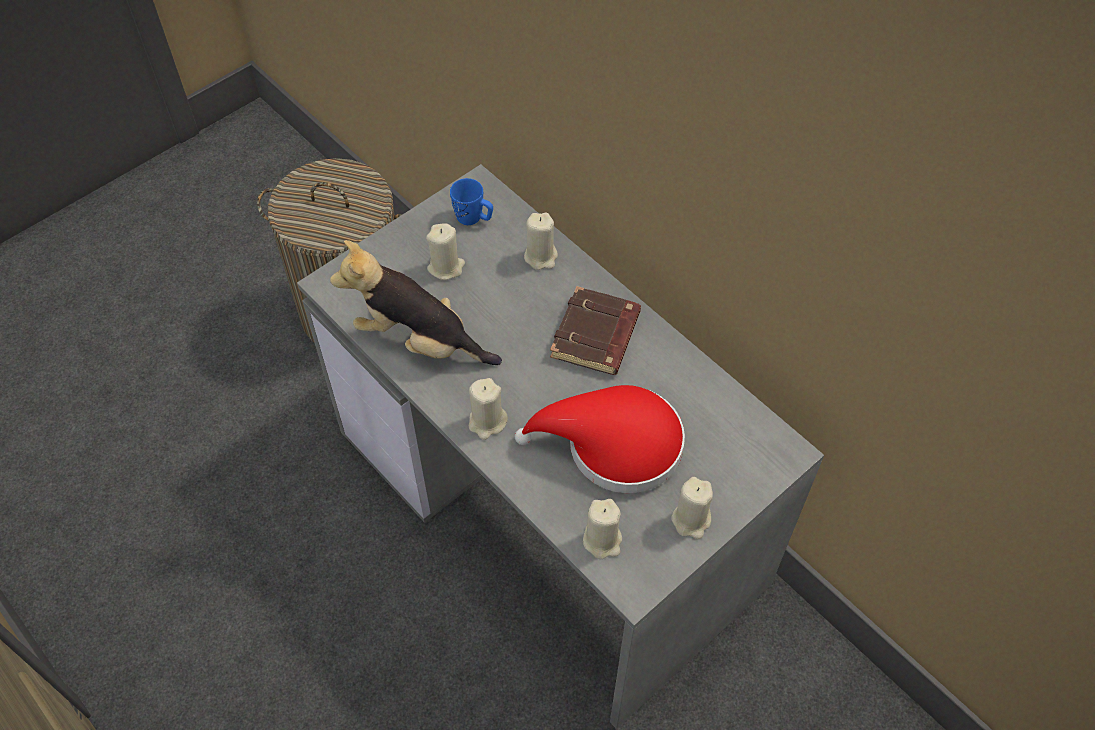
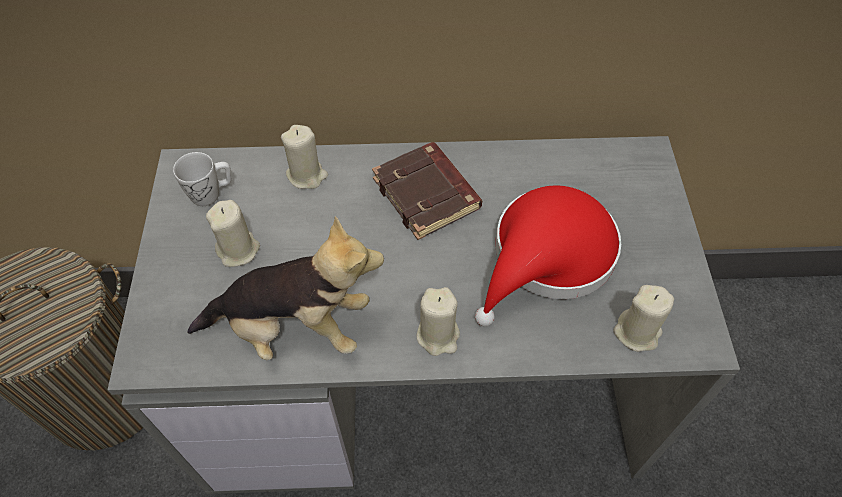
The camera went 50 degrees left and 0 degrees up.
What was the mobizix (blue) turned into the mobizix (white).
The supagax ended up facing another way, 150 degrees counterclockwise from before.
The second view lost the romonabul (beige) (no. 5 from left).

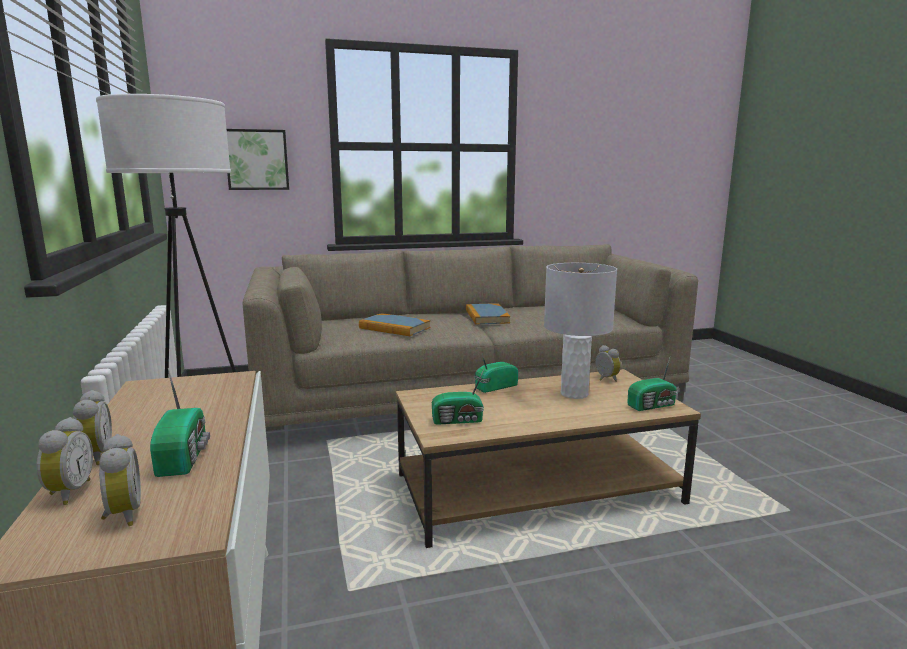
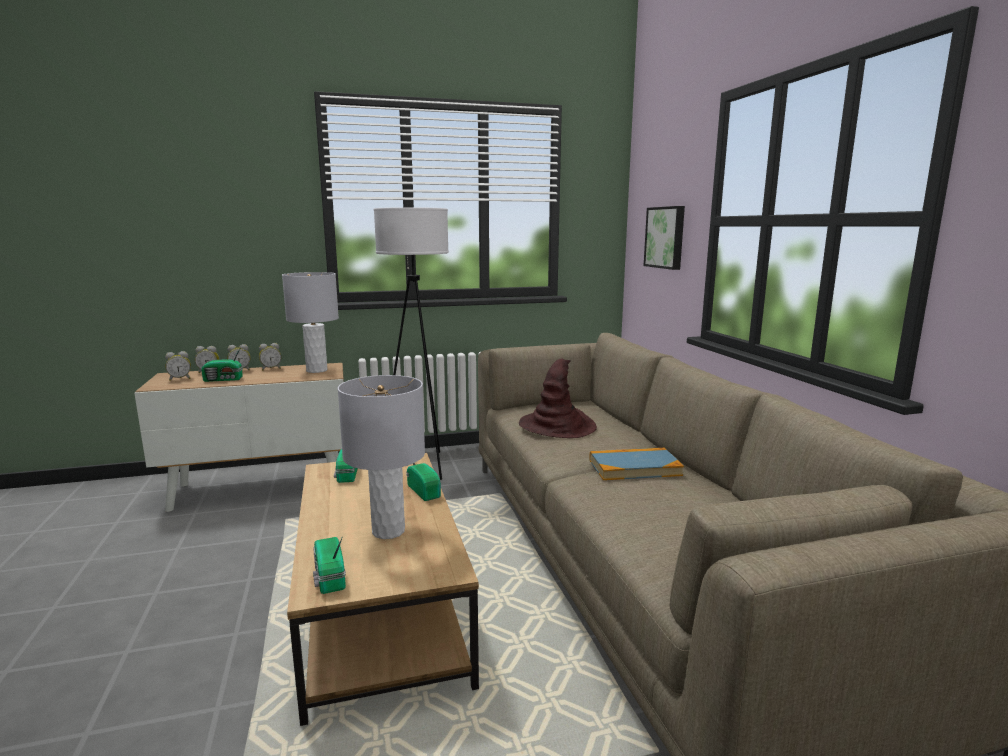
The camera went 90 degrees right and 0 degrees up.
Where the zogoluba (no. 1 from left) stood, the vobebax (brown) came to stand.
The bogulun (no. 4 from left) ended up elsewhere.
The second view gained the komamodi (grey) (no. 1 from left).

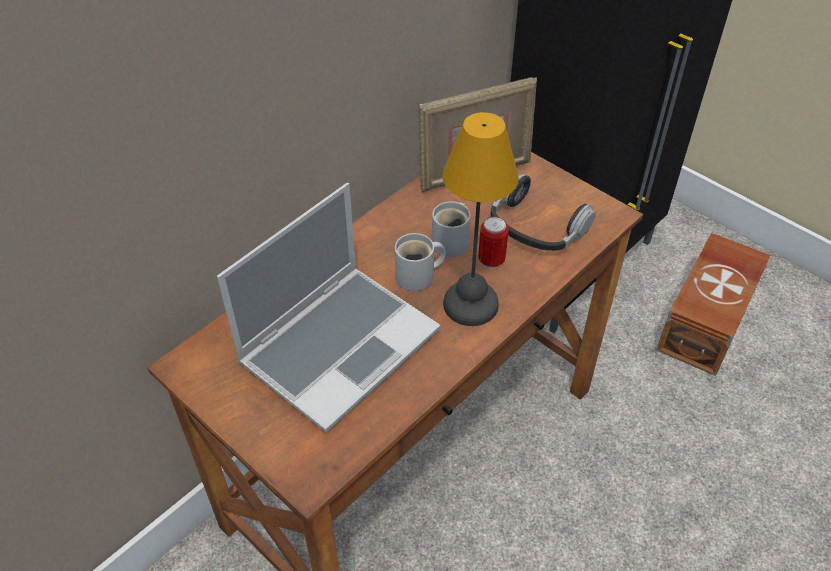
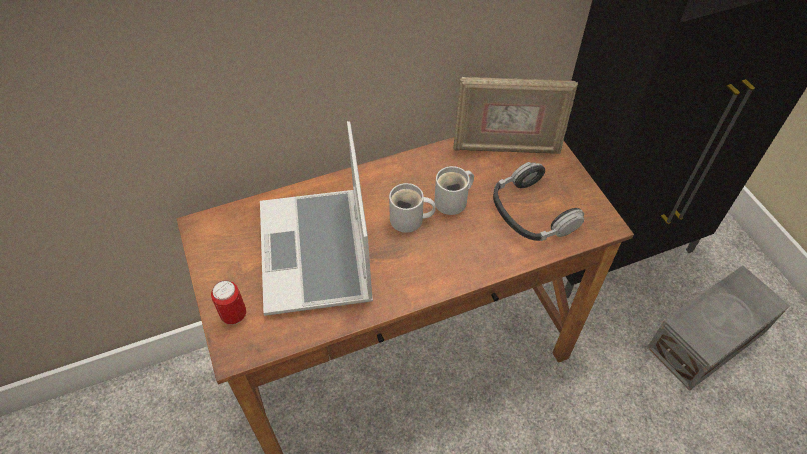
The camera went 25 degrees right and 5 degrees up.
The second view lost the komamodi.
The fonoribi ended up facing another way, 105 degrees clockwise from before.
The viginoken ended up elsewhere.
What was the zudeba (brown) turned into the zudeba (grey).

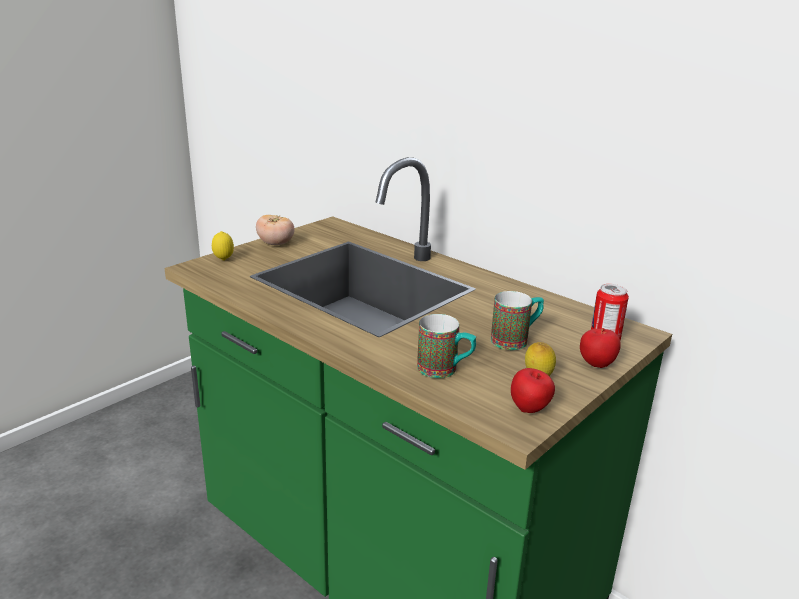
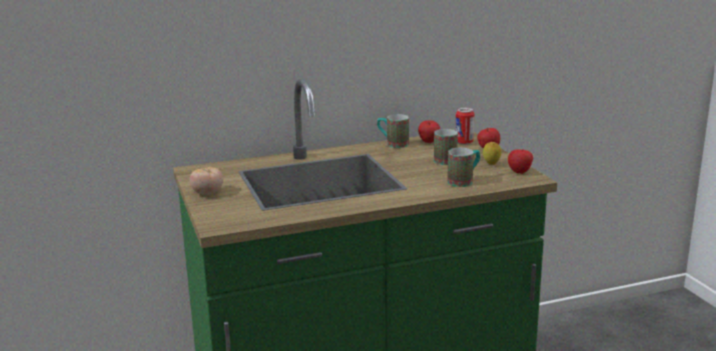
The camera went 60 degrees left and 5 degrees down.
The second view lost the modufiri (no. 1 from left).
The second view gained the mobizix (no. 1 from left).
The second view gained the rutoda (no. 1 from left).

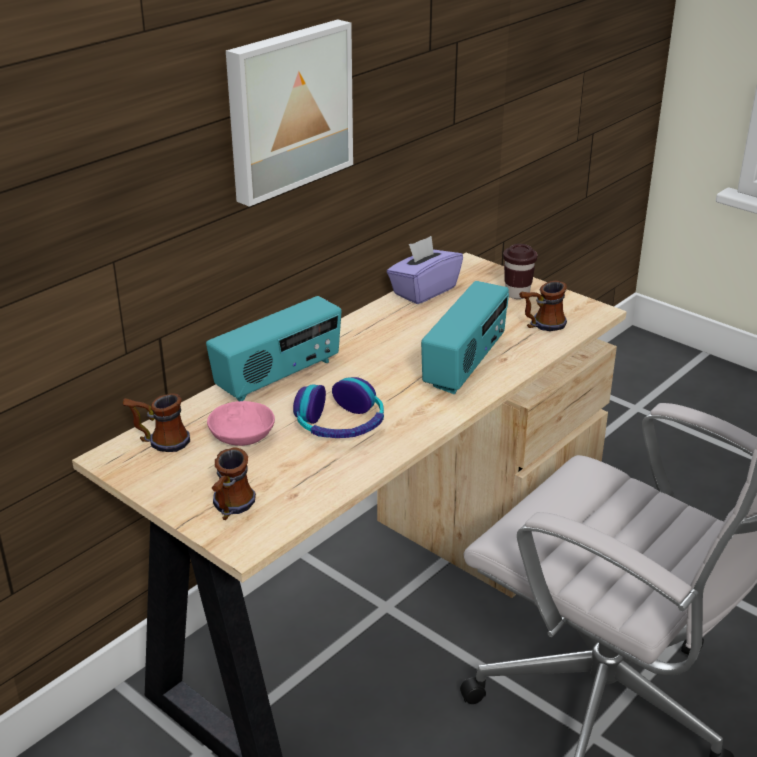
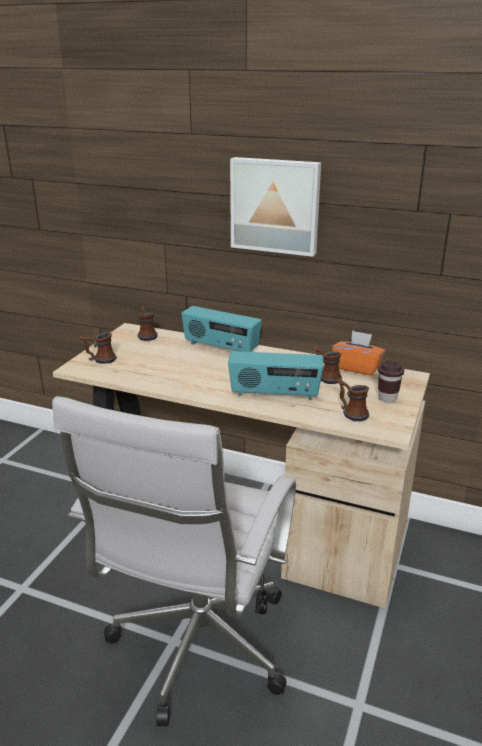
The camera went 70 degrees right and 5 degrees down.
What was the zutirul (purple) turned into the zutirul (orange).
The second view lost the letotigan.
The second view lost the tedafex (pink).
The second view gained the mobizix (no. 3 from left).

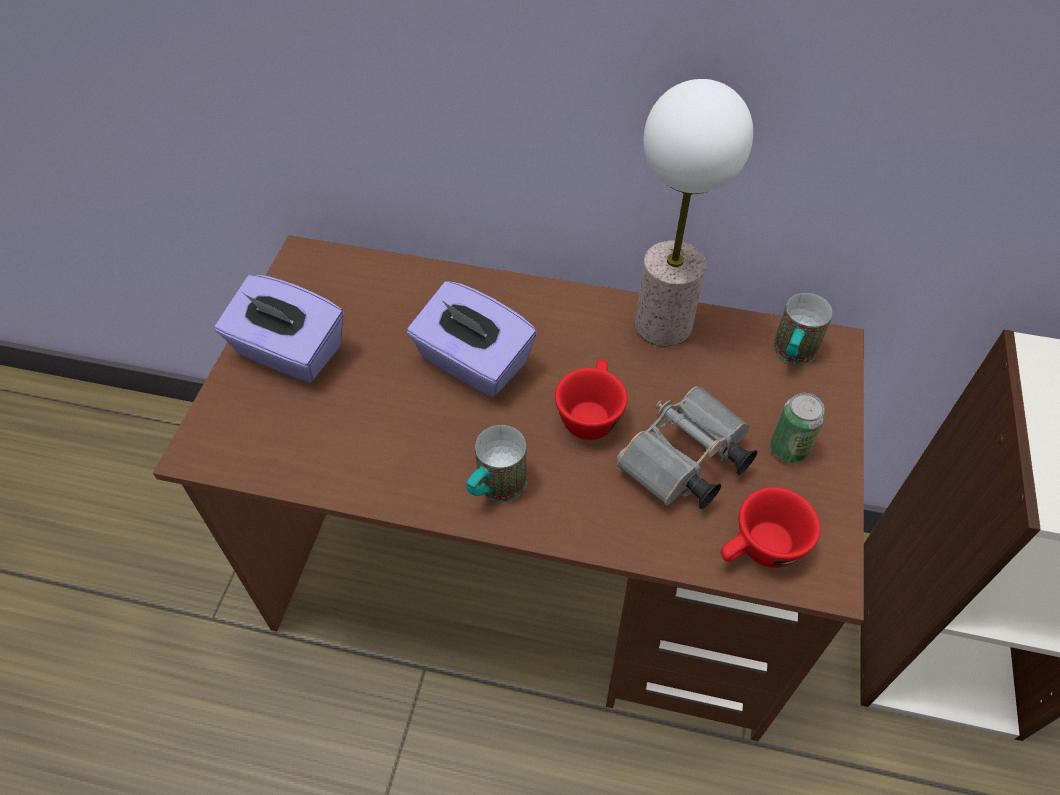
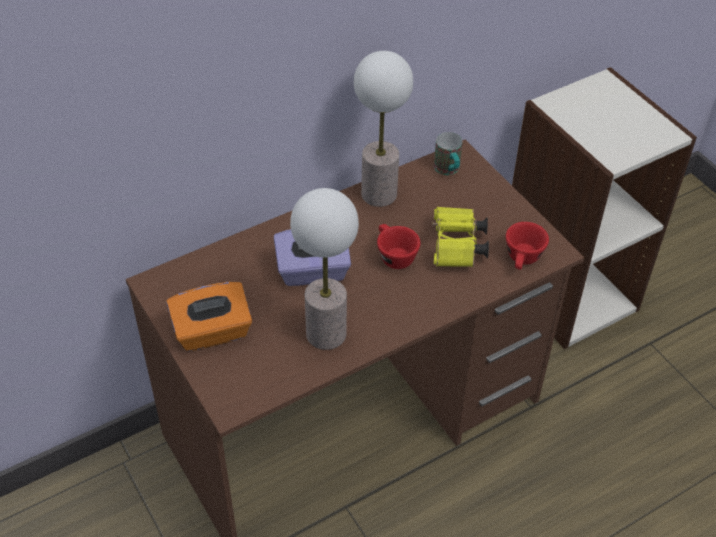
The camera went 45 degrees left and 5 degrees down.
What was the zutirul (purple) (no. 1 from left) turned into the zutirul (orange).
What was the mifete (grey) turned into the mifete (yellow).
The second view lost the viginoken.
The second view lost the mobizix (no. 1 from left).
The second view gained the komamodi (no. 1 from left).

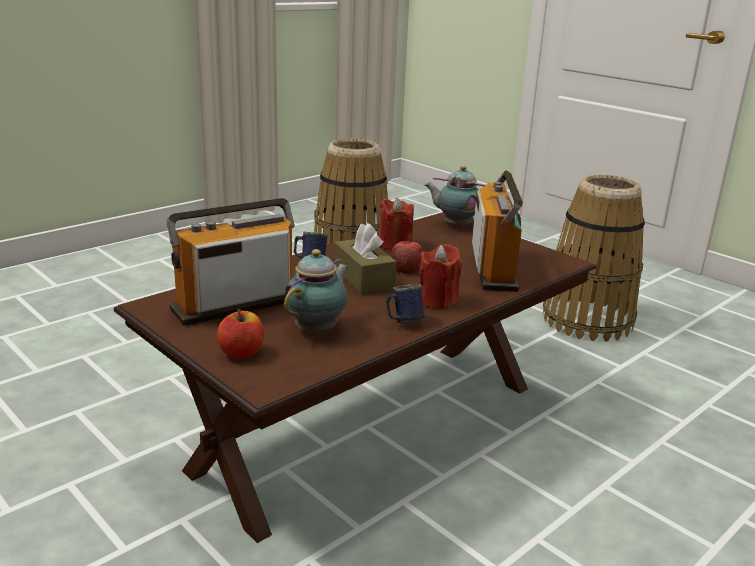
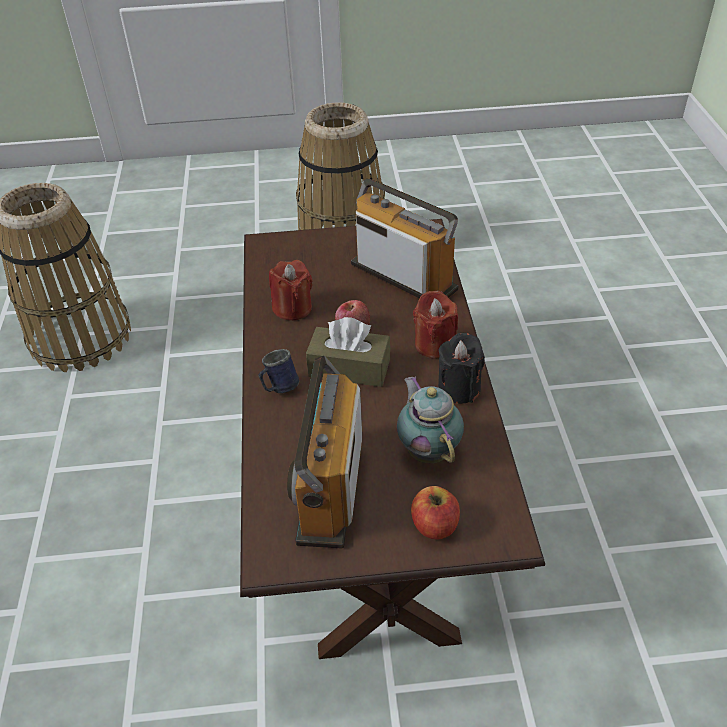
The camera went 50 degrees left and 20 degrees up.
The second view lost the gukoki (no. 2 from left).
Where the mobizix (blue) (no. 2 from left) stood, the romonabul (black) came to stand.

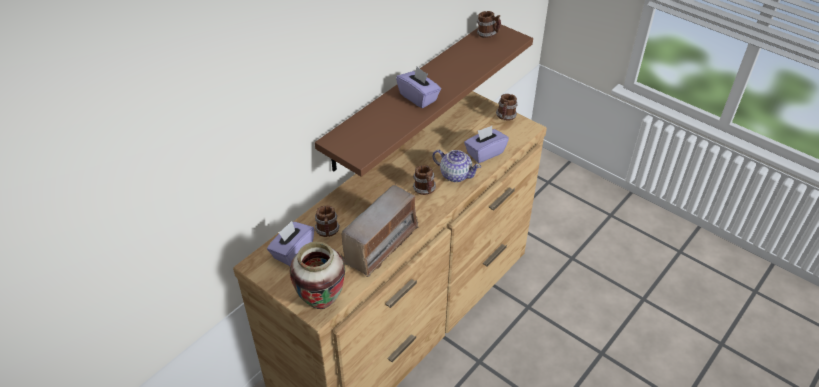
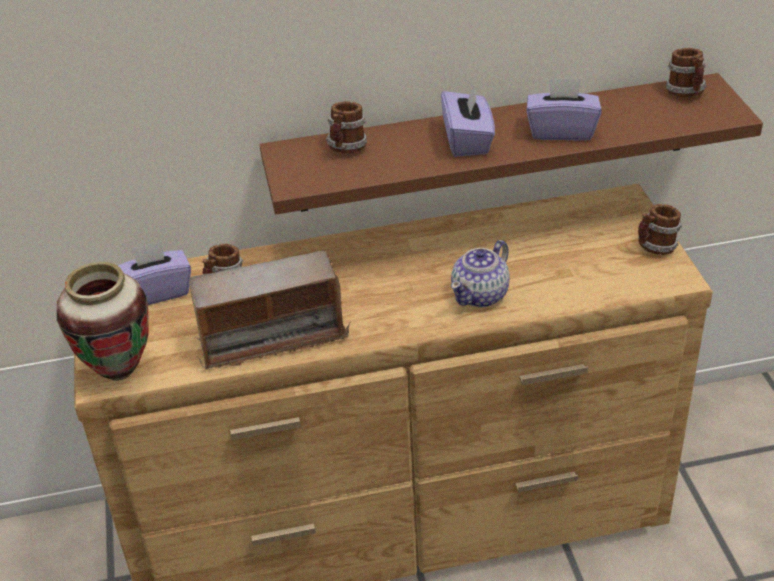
The camera went 40 degrees right and 5 degrees down.
The zutirul (purple) (no. 3 from left) ended up elsewhere.
The gukoki ended up facing another way, 60 degrees clockwise from before.
The mobizix (no. 2 from left) ended up elsewhere.

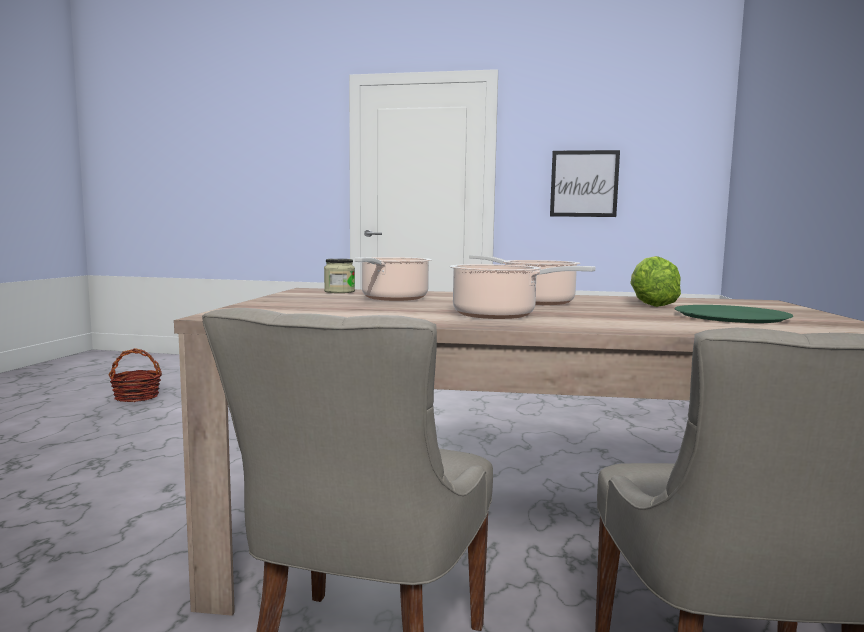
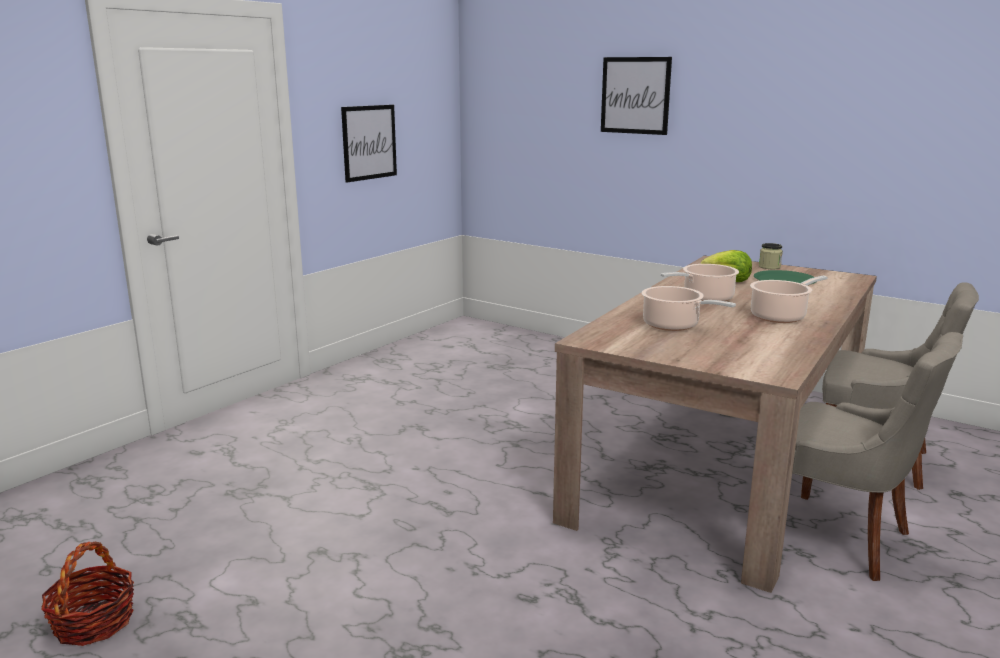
The camera went 65 degrees left and 10 degrees up.
The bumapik ended up elsewhere.
The second view gained the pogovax (no. 2 from left).

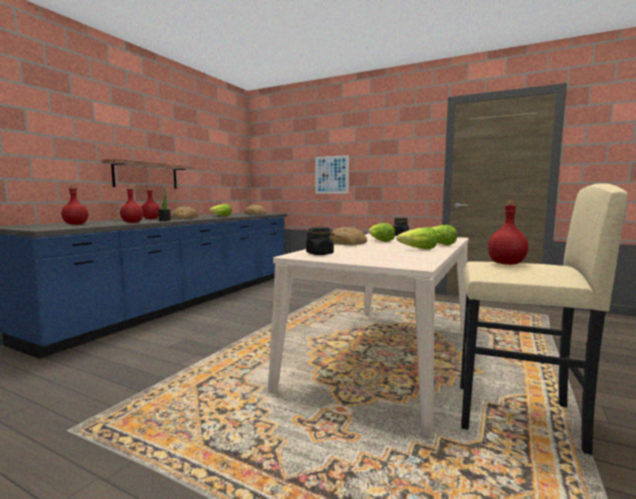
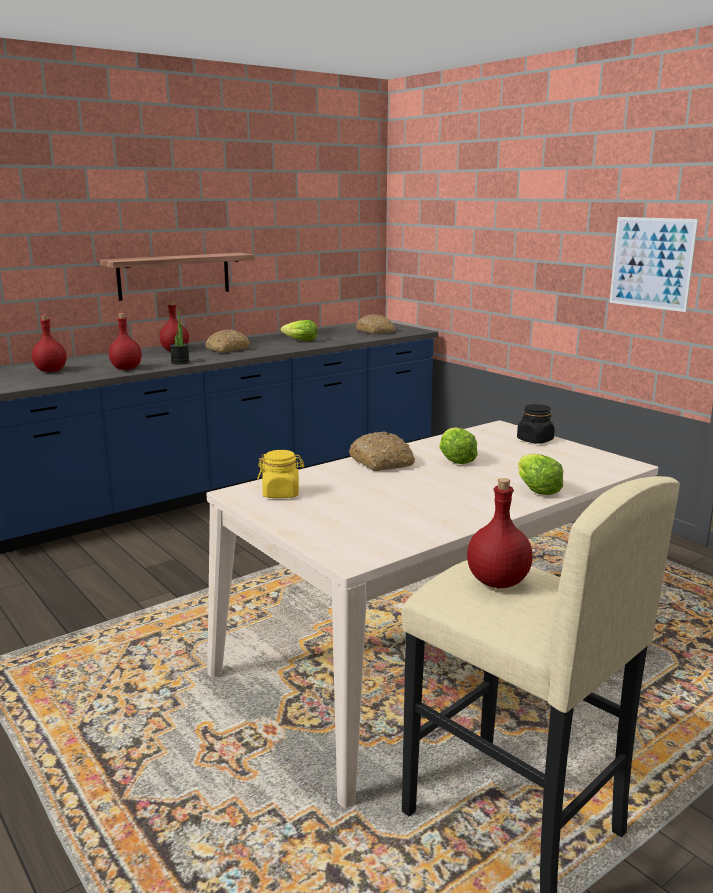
The camera went 25 degrees right and 10 degrees up.
The pogovax ended up elsewhere.
What was the bumapik (black) (no. 1 from left) turned into the bumapik (yellow).
The second view lost the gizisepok (no. 3 from left).

